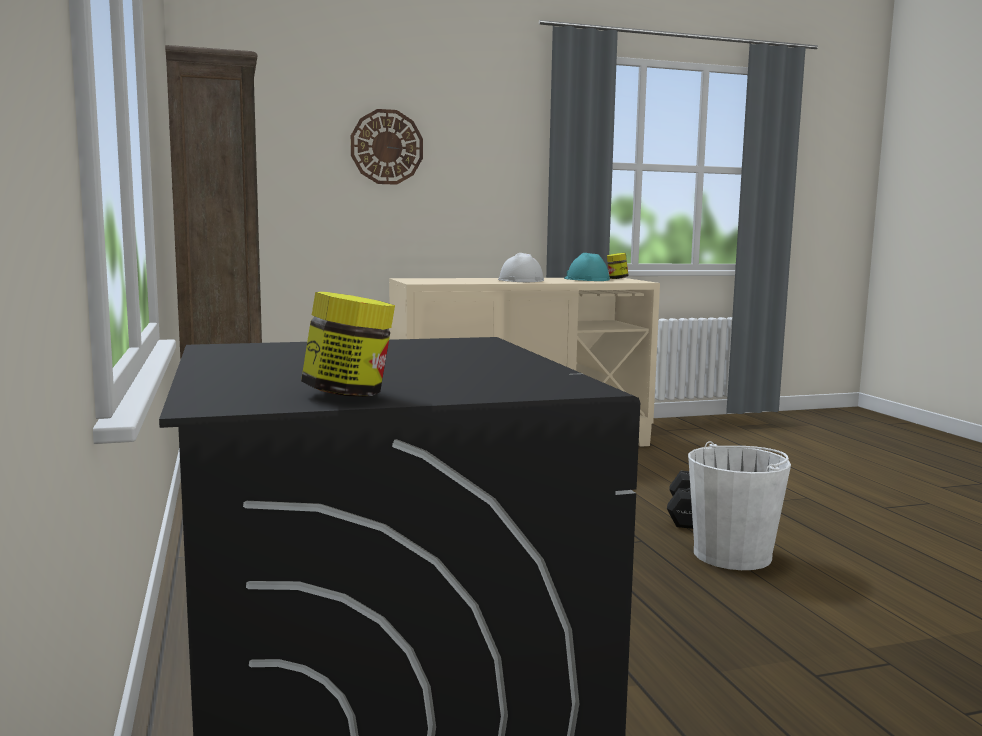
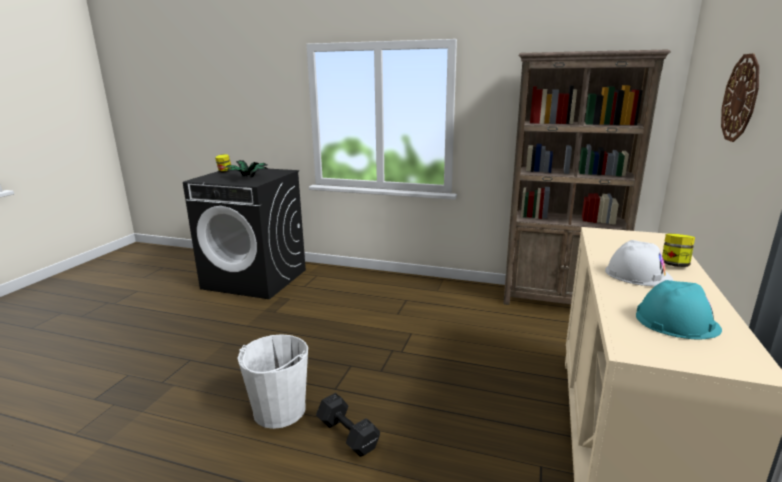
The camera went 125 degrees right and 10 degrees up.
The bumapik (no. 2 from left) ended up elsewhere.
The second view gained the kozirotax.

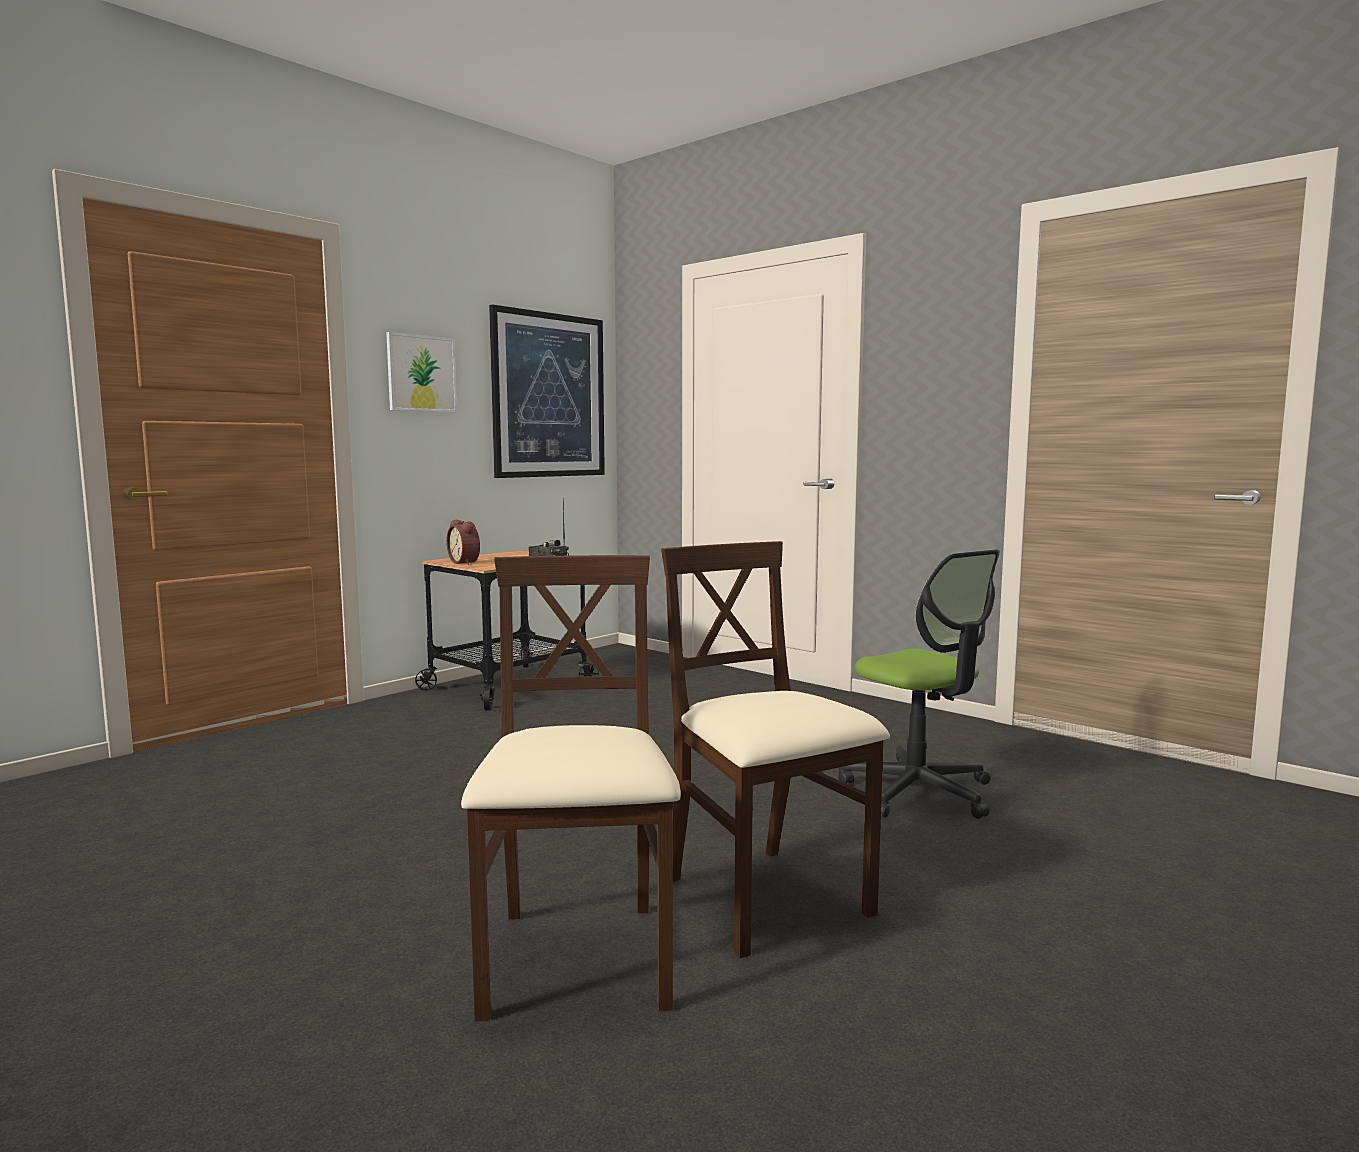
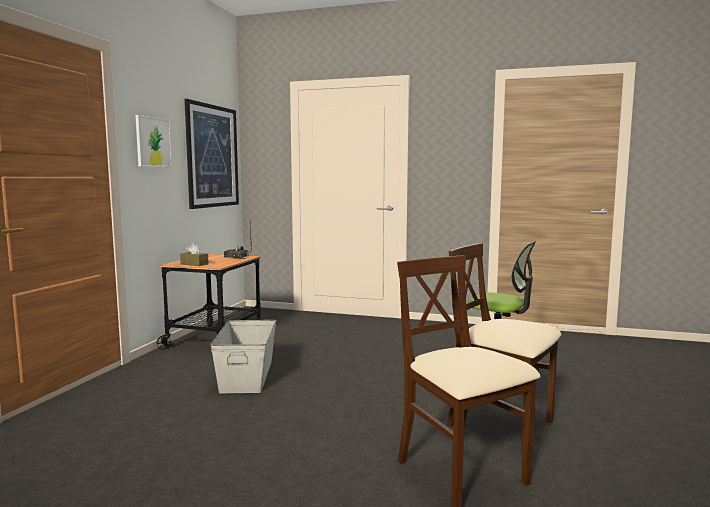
The camera went 25 degrees left and 0 degrees up.
Where the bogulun stood, the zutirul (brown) came to stand.
The second view gained the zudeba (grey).

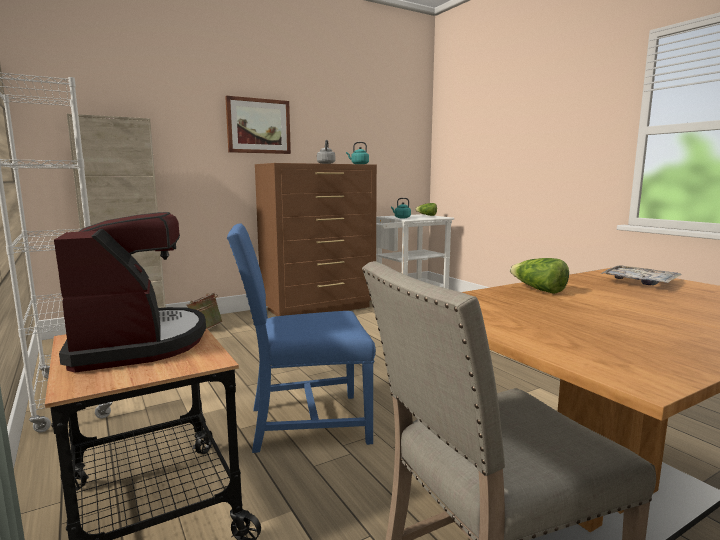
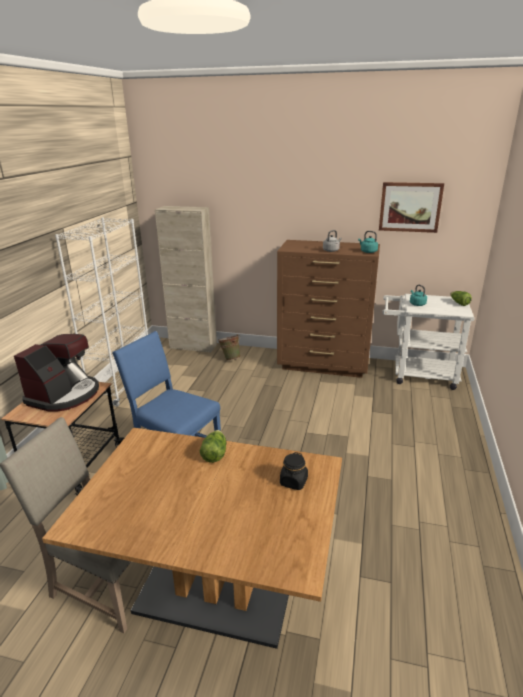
The camera went 45 degrees right and 15 degrees up.
The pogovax ended up elsewhere.
Where the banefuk stood, the bumapik (black) came to stand.

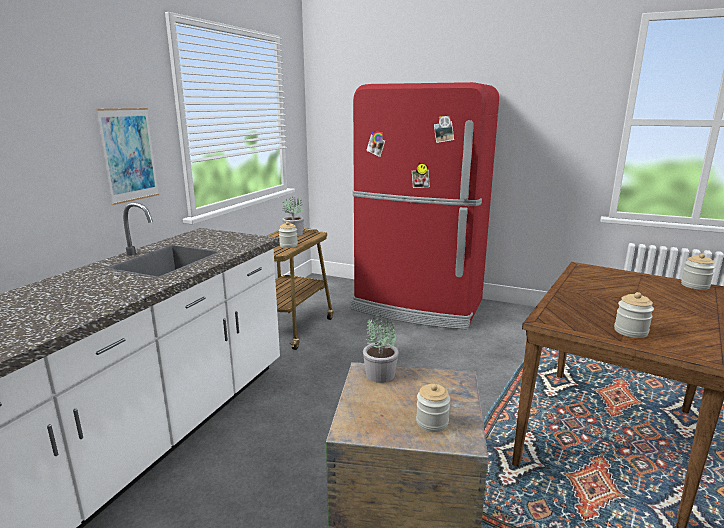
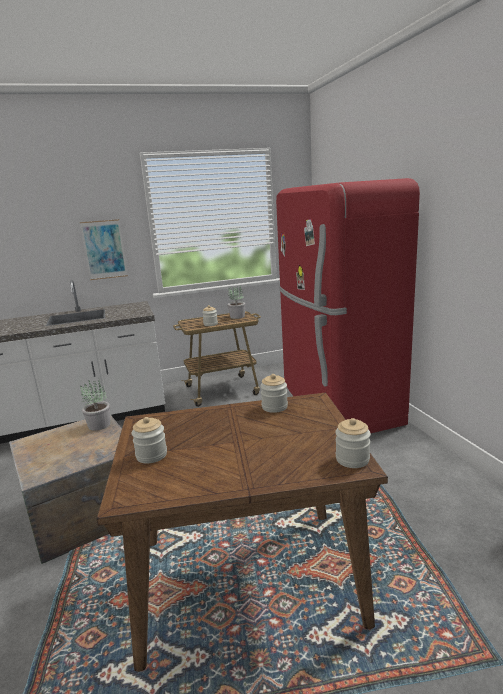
The camera went 50 degrees right and 0 degrees up.
The bumapik (no. 2 from left in the first image) ended up elsewhere.

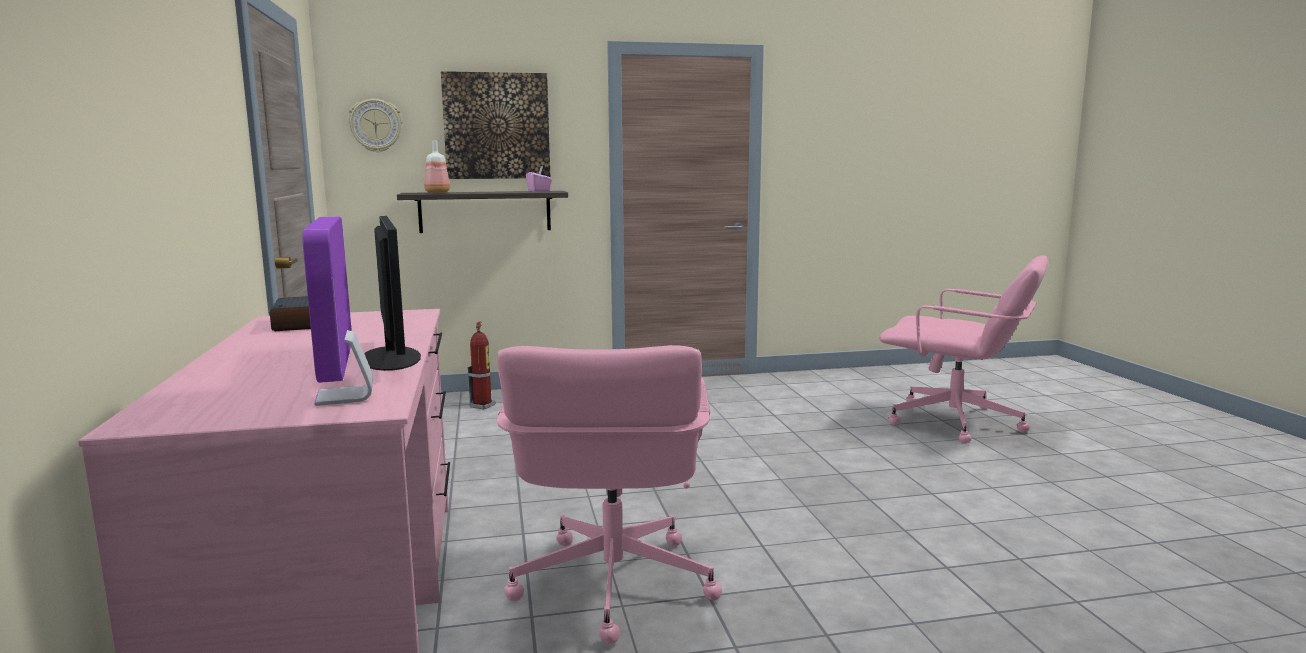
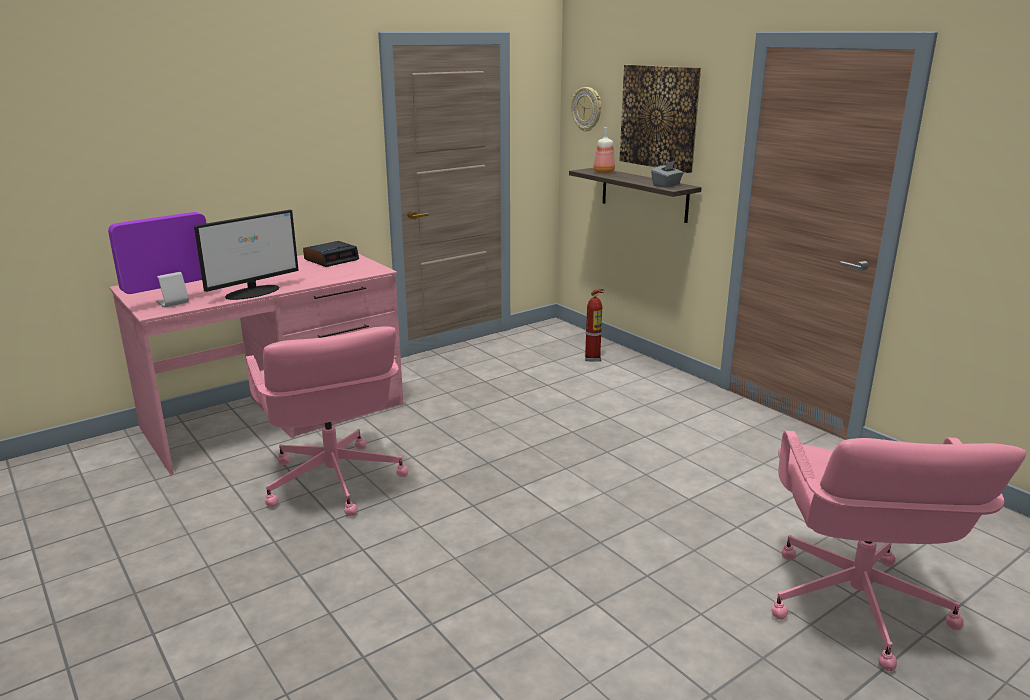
The camera went 65 degrees right and 10 degrees up.
What was the zutirul (pink) turned into the zutirul (grey).
The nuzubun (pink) (no. 1 from left) ended up facing another way, 90 degrees counterclockwise from before.

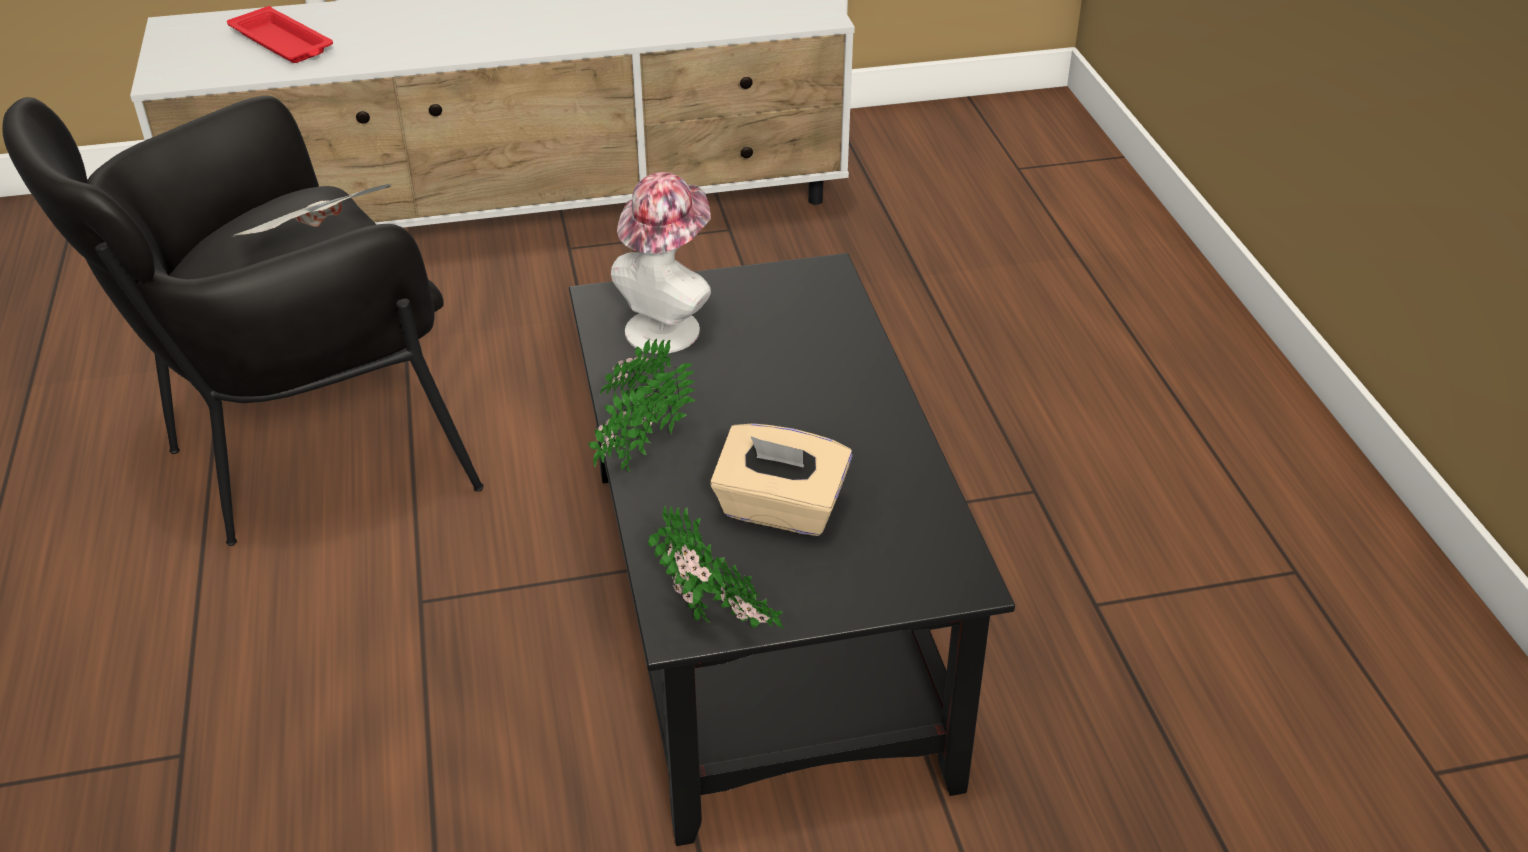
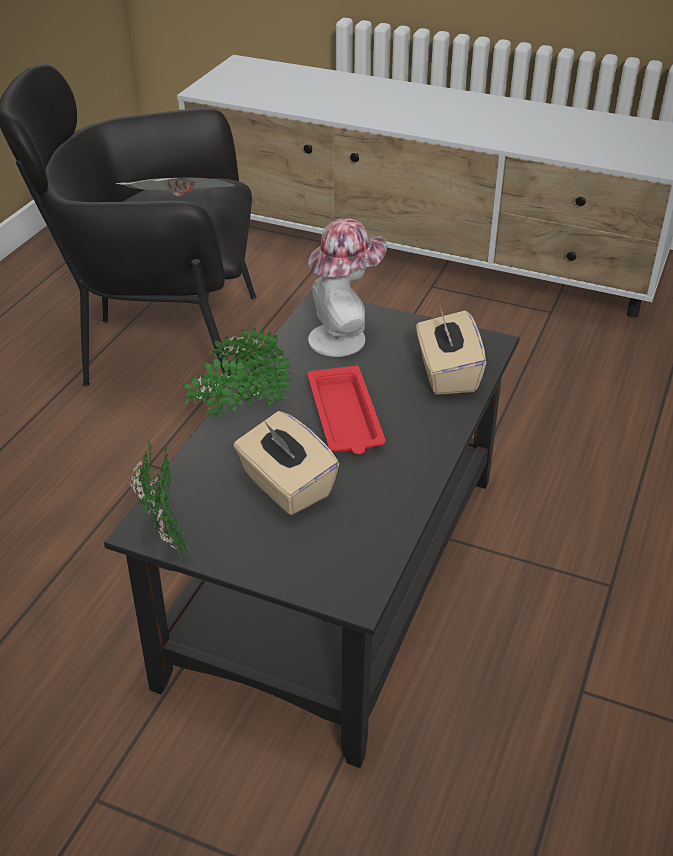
The camera went 35 degrees right and 0 degrees up.
The banefuk (red) ended up elsewhere.
The second view gained the zutirul (beige) (no. 2 from left).

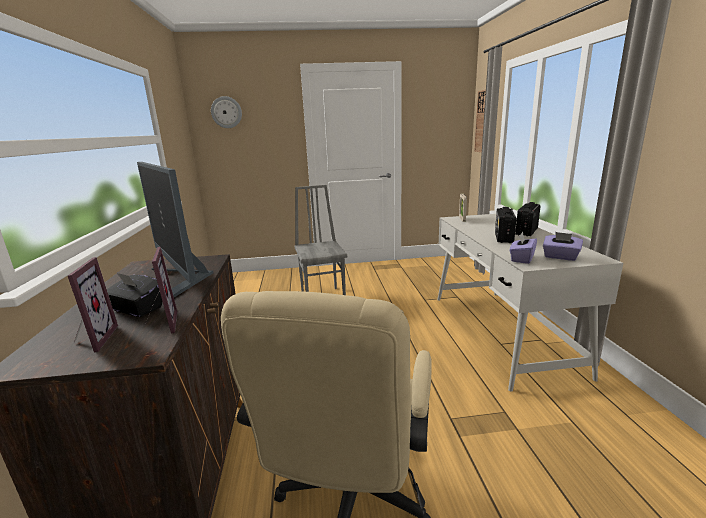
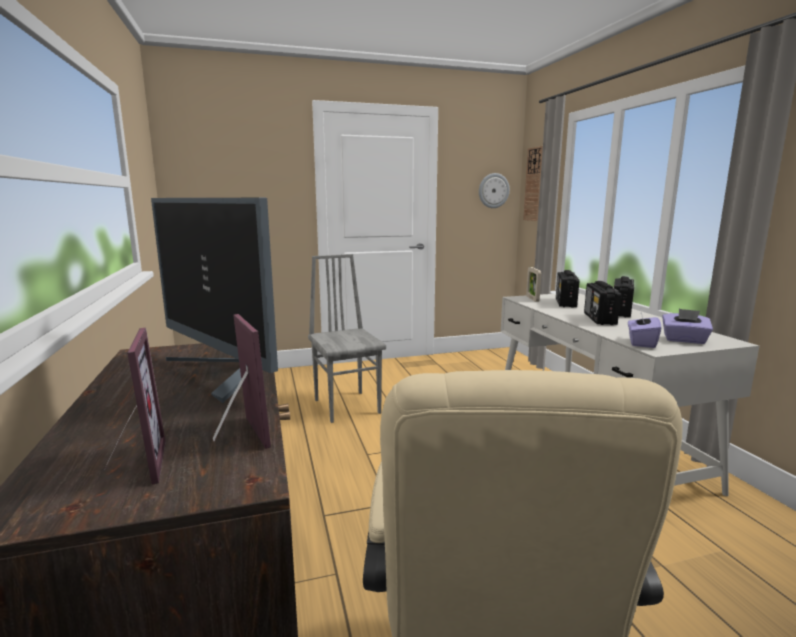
The camera went 10 degrees left and 5 degrees down.
The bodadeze (no. 1 from left) ended up elsewhere.
The second view lost the zutirul (black).
The second view gained the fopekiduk (no. 1 from left).

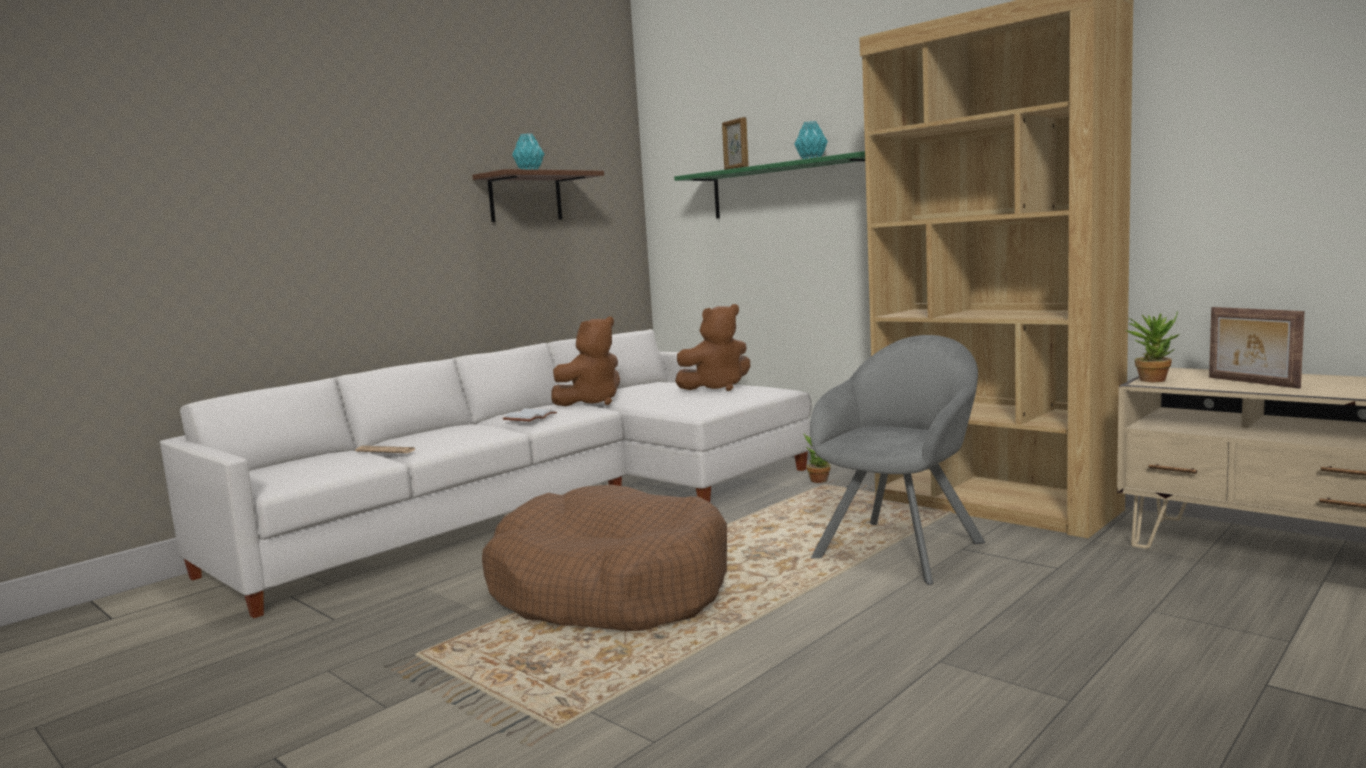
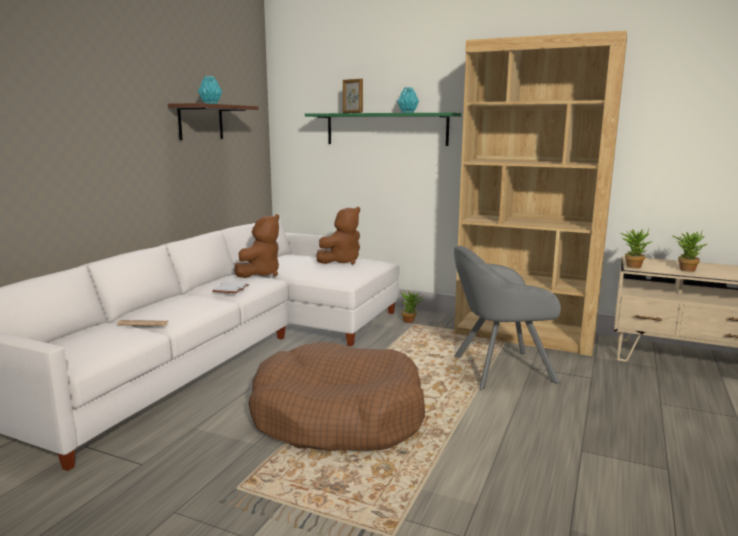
The camera went 20 degrees left and 5 degrees up.
Where the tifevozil (no. 2 from left) stood, the kozirotax (no. 3 from left) came to stand.
The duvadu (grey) ended up facing another way, 120 degrees counterclockwise from before.

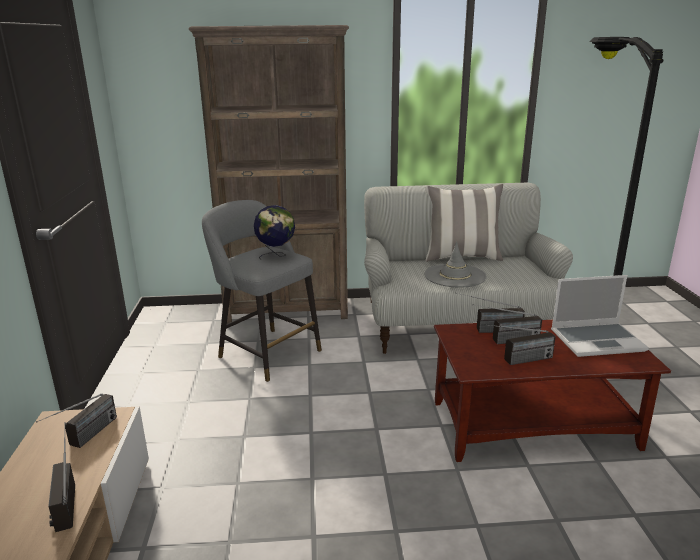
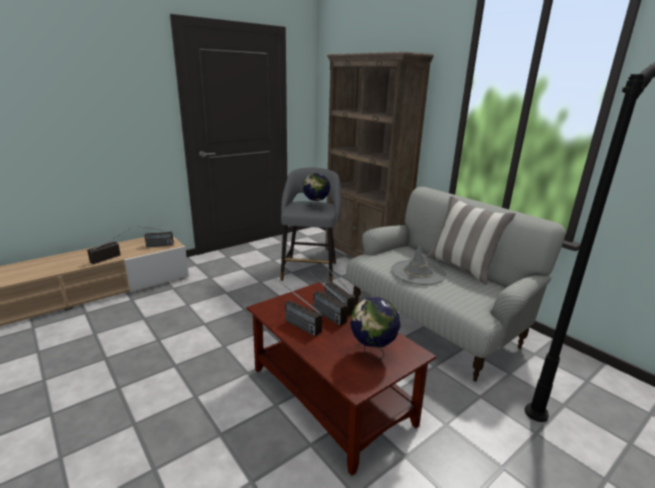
The camera went 55 degrees right and 0 degrees up.
Where the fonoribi stood, the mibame (no. 2 from left) came to stand.

